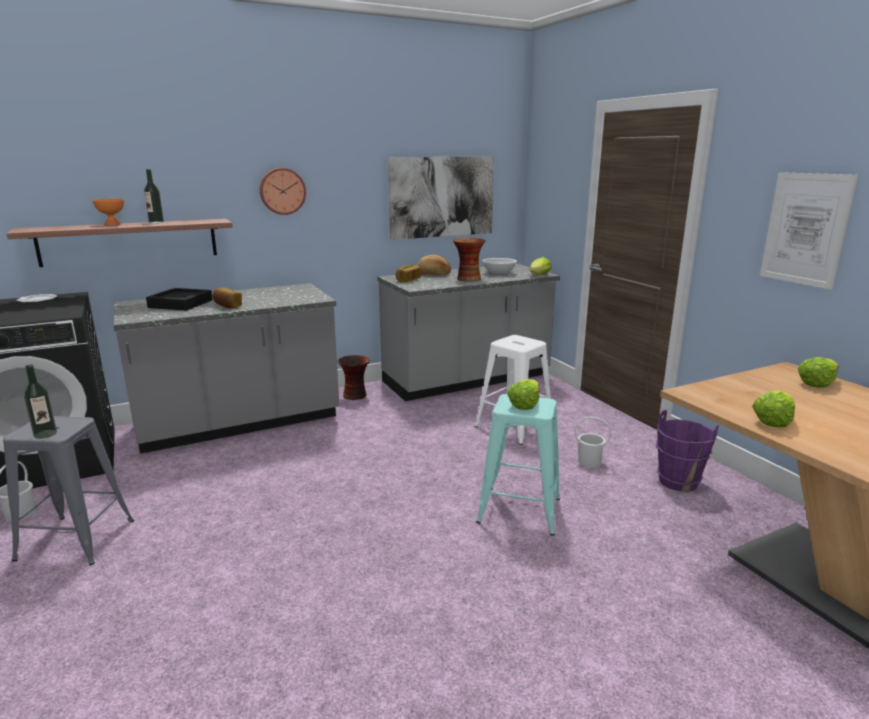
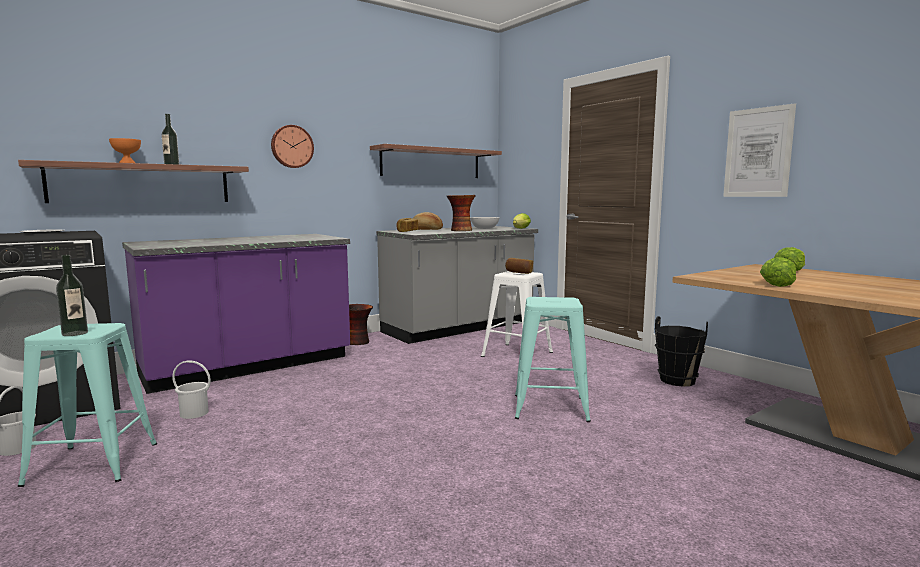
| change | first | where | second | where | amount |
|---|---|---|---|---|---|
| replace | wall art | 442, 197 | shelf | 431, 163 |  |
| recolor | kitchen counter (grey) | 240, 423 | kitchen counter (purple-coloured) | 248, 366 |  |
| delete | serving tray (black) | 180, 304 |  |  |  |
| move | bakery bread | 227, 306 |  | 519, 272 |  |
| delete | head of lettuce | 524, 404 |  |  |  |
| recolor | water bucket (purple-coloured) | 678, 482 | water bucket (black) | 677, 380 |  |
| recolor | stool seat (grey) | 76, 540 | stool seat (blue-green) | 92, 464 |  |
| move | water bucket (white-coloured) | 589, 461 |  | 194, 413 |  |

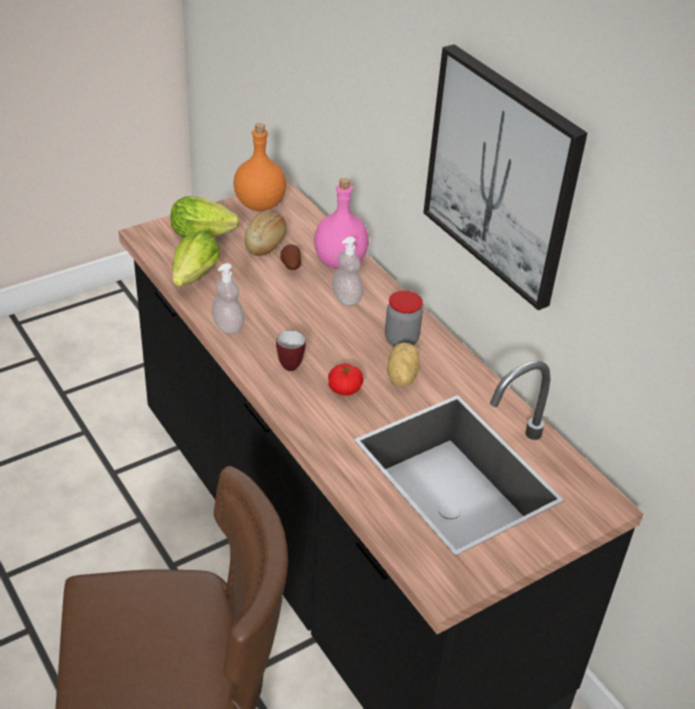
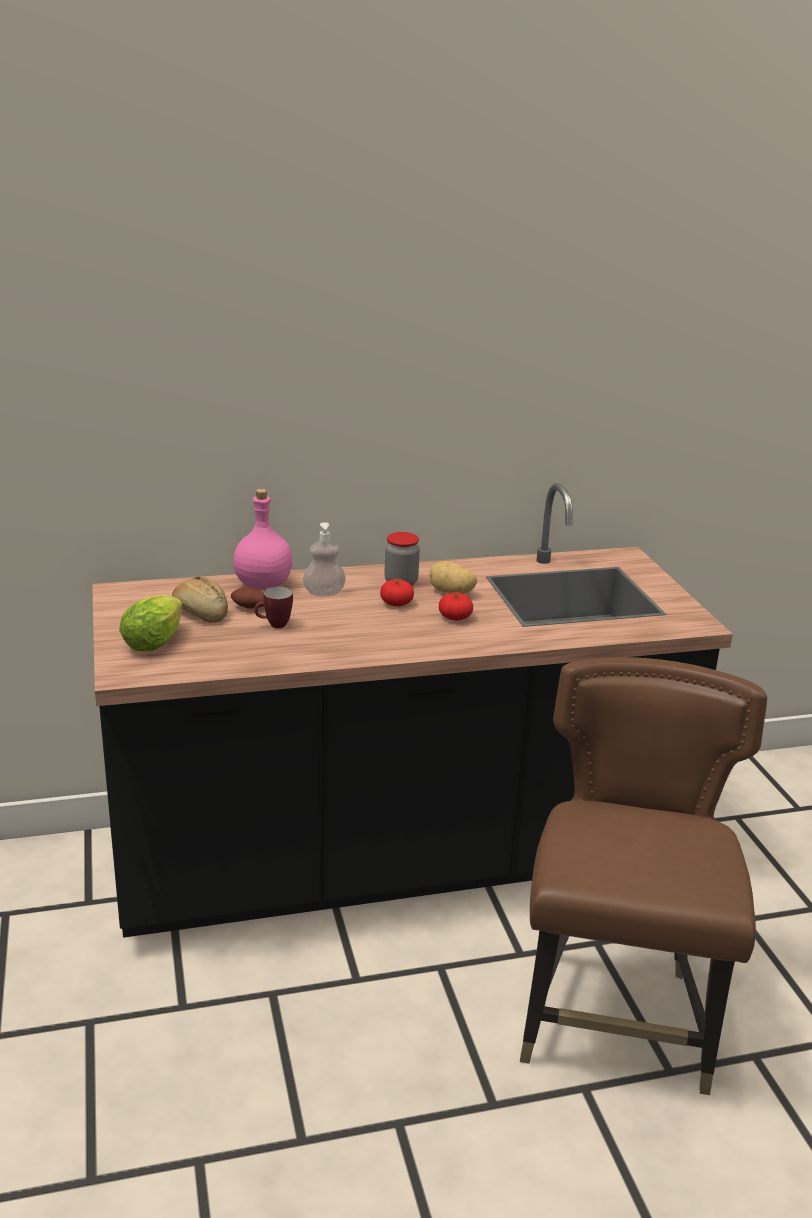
| change | first | where | second | where | amount |
|---|---|---|---|---|---|
| delete | wall art | 502, 175 |  |  |  |
| delete | beverage bottle (orange) | 260, 204 |  |  |  |
| delete | head of lettuce | 193, 279 |  |  |  |
| delete | soap dispenser | 228, 326 |  |  |  |
| move | tea mug | 287, 364 |  | 274, 625 |  |
| insert |  |  | fresh tomato | 396, 603 |  |

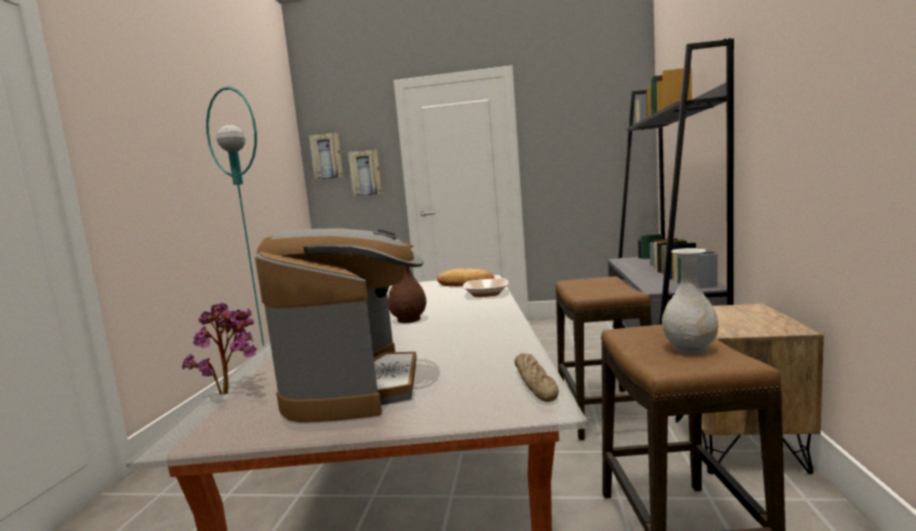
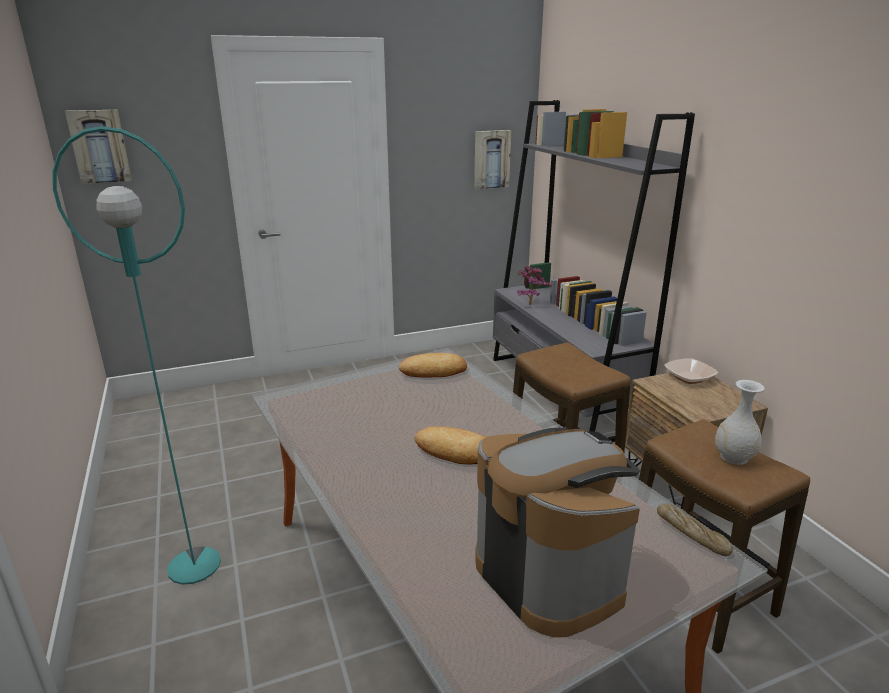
| change | first | where | second | where | amount |
|---|---|---|---|---|---|
| move | wall art | 366, 173 |  | 491, 159 |  |
| replace | decorative vase (brown-coloured) | 409, 319 | bakery bread | 456, 451 |  |
| move | deep dish | 486, 294 |  | 689, 377 |  |
| move | plant in a pot | 231, 391 |  | 530, 304 |  |

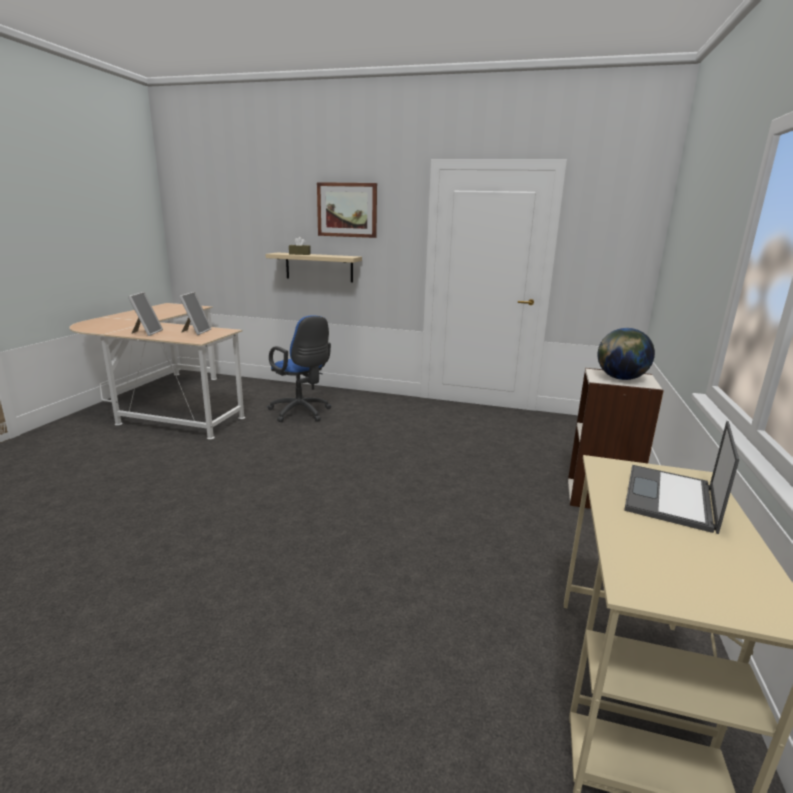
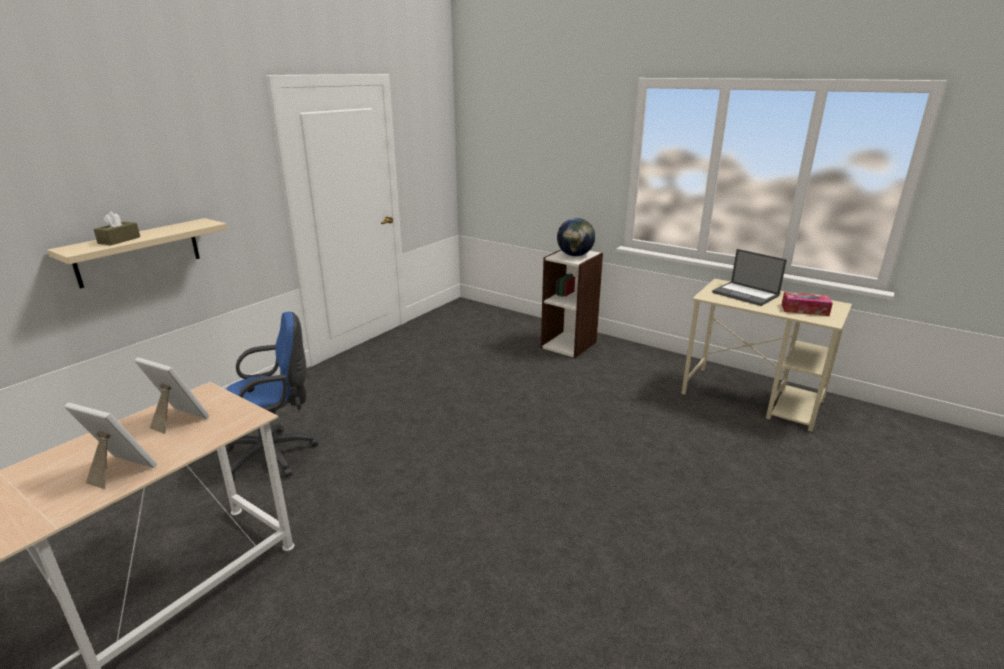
| change | first | where | second | where | amount |
|---|---|---|---|---|---|
| delete | wall art | 347, 210 |  |  |  |
| insert |  |  | box of tissues | 804, 310 |  |

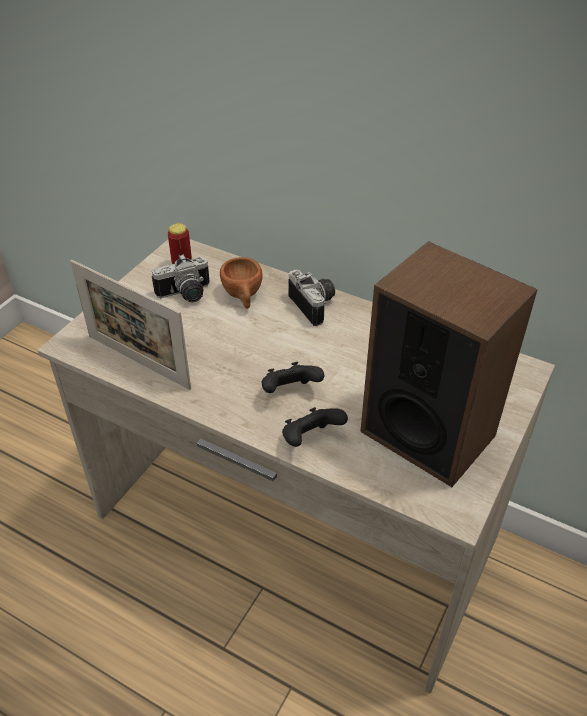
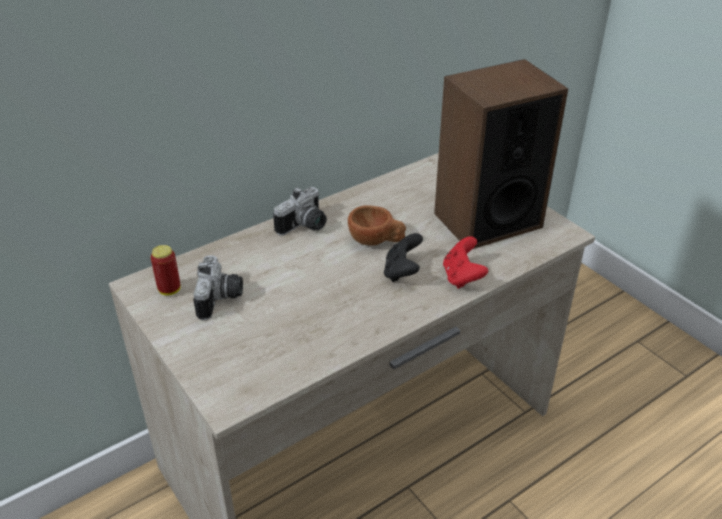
| change | first | where | second | where | amount |
|---|---|---|---|---|---|
| move | cup (brown-coloured) | 243, 296 |  | 376, 241 |  |
| delete | photo frame | 138, 362 |  |  |  |
| rotate | still camera | 315, 305 |  | 305, 226 | 135 degrees clockwise |
| recolor | joypad (black) | 310, 439 | joypad (reddish) | 462, 277 |  |

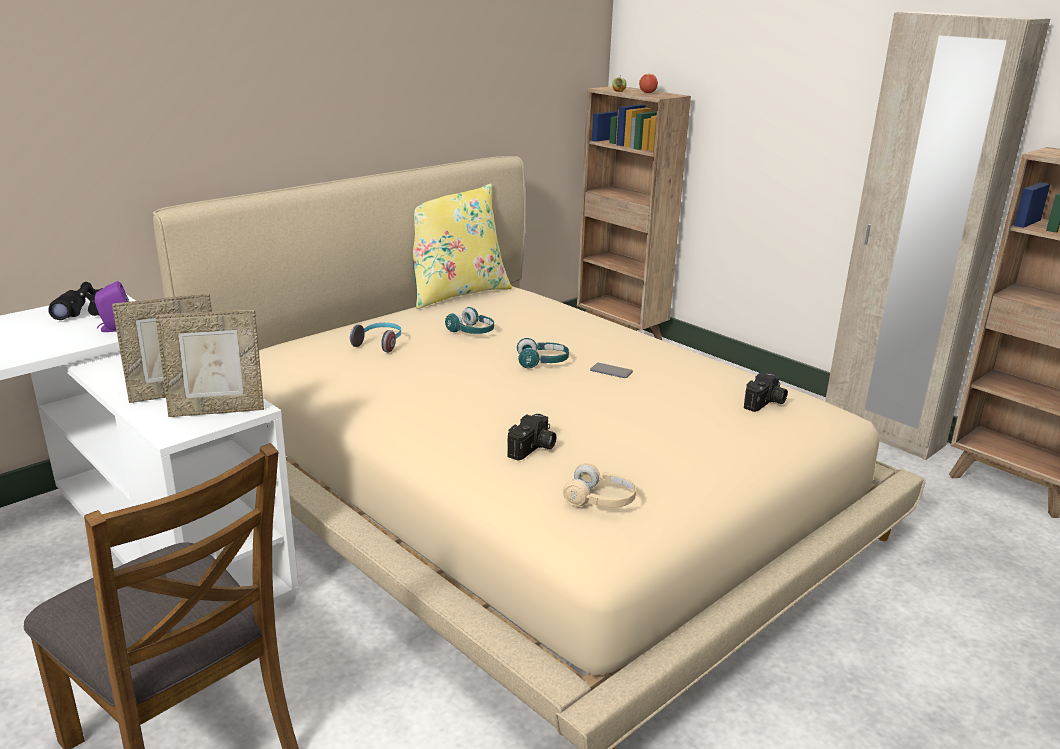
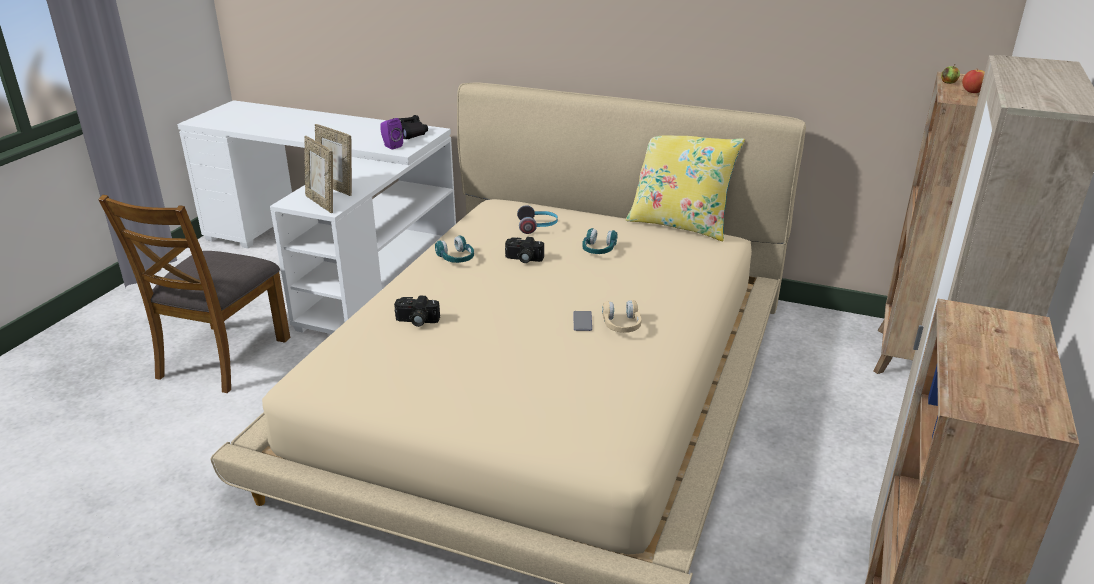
| change | first | where | second | where | amount |
|---|---|---|---|---|---|
| move | headset (blue-green) | 542, 362 |  | 456, 258 |  |
| move | still camera | 765, 403 |  | 523, 259 |  |
| move | headset (beige) | 600, 500 |  | 621, 325 |  |

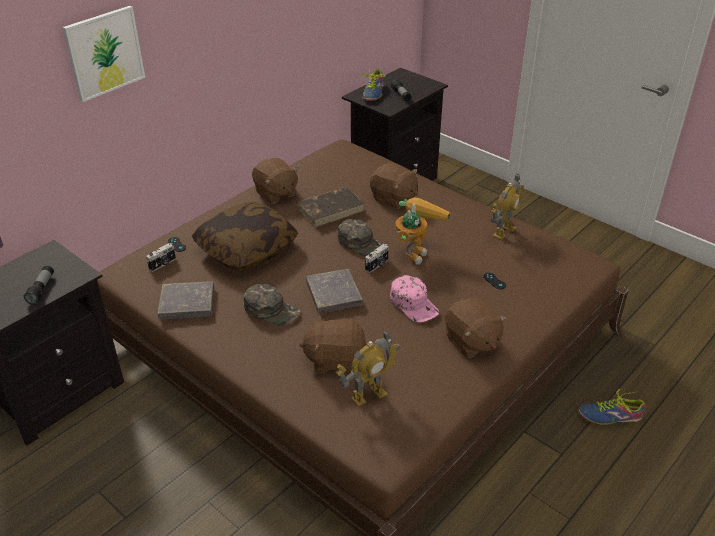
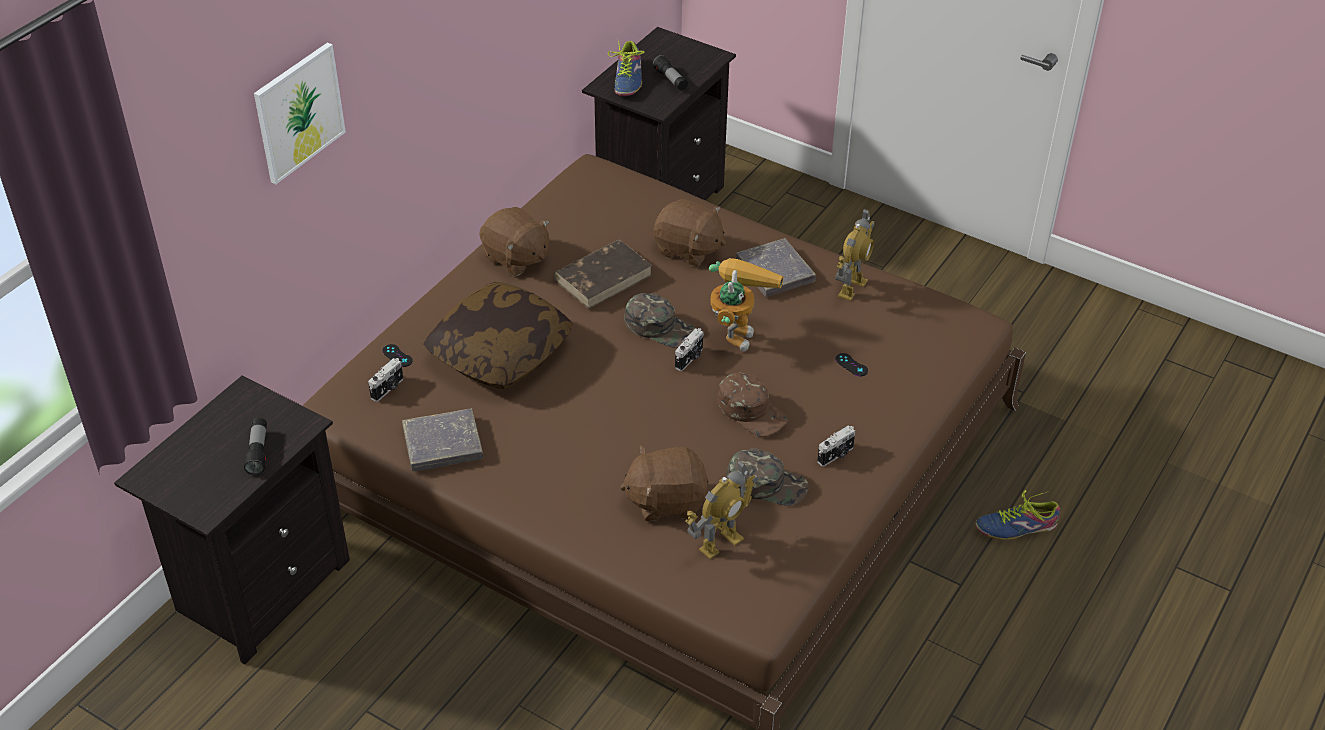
| change | first | where | second | where | amount |
|---|---|---|---|---|---|
| move | volume (grey) | 334, 294 |  | 775, 272 |  |
| recolor | cap (pink) | 414, 304 | cap (brown-coloured) | 751, 411 |  |
| move | cap (greenish) | 272, 310 |  | 767, 483 |  |
| replace | soft toy (brown-coloured) | 471, 342 | still camera | 836, 455 |  |

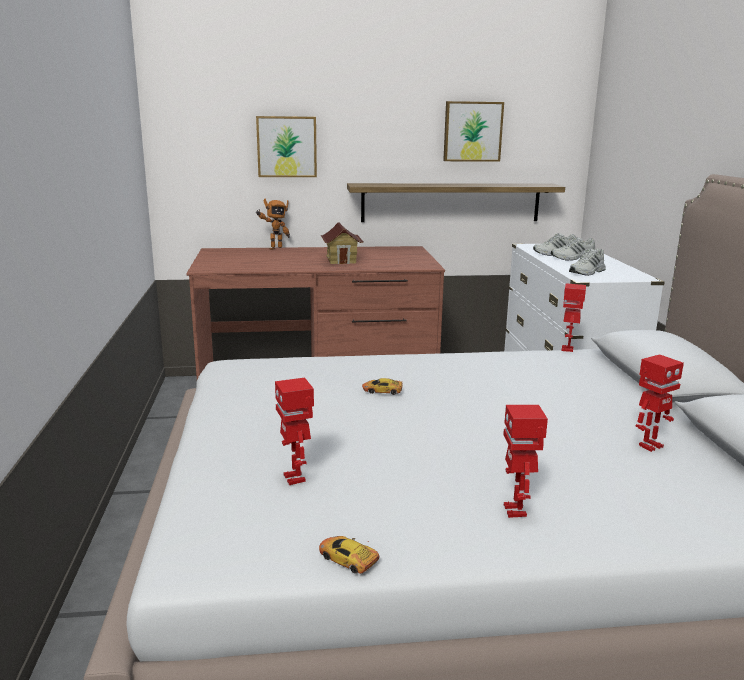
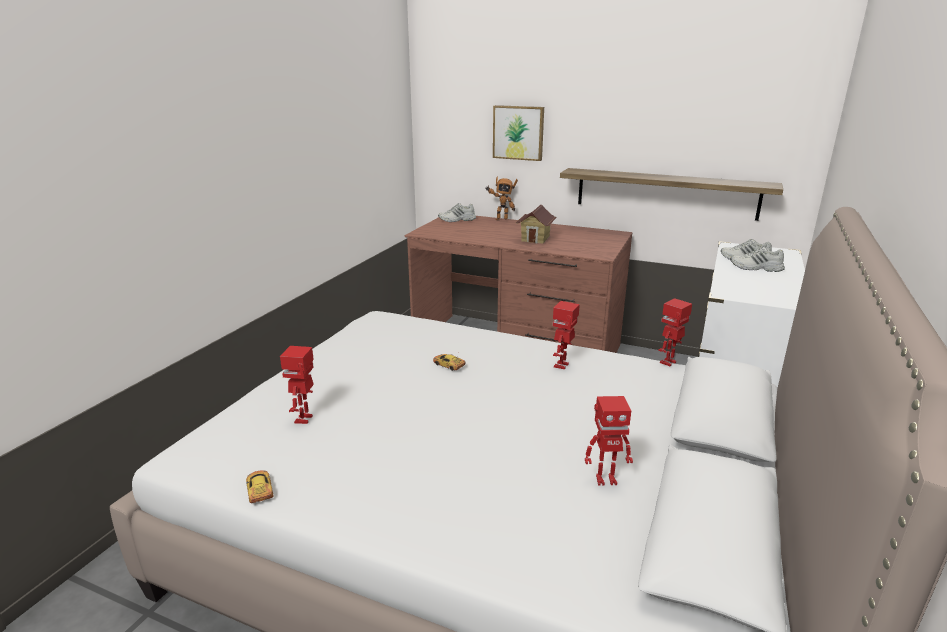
| change | first | where | second | where | amount |
|---|---|---|---|---|---|
| delete | wall art | 472, 131 |  |  |  |
| move | item of footwear (white-coloured) | 587, 272 |  | 457, 220 |  |
| move | robot figure | 516, 511 |  | 562, 365 |  |

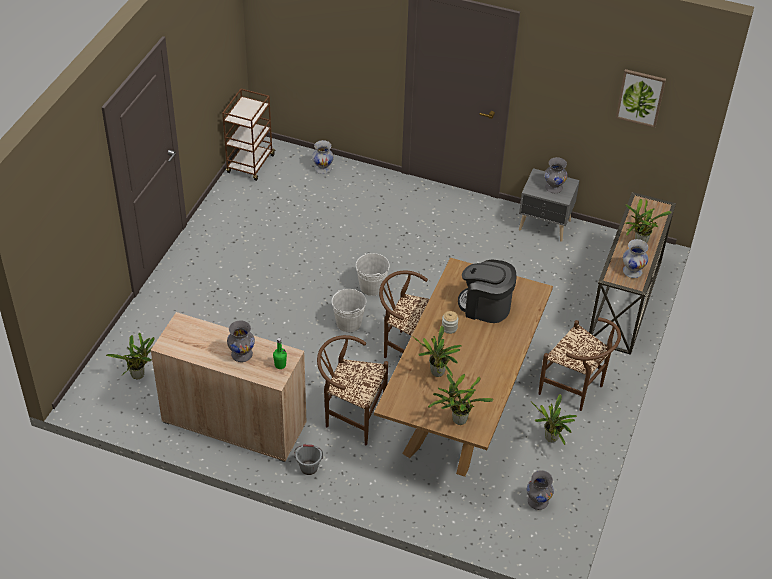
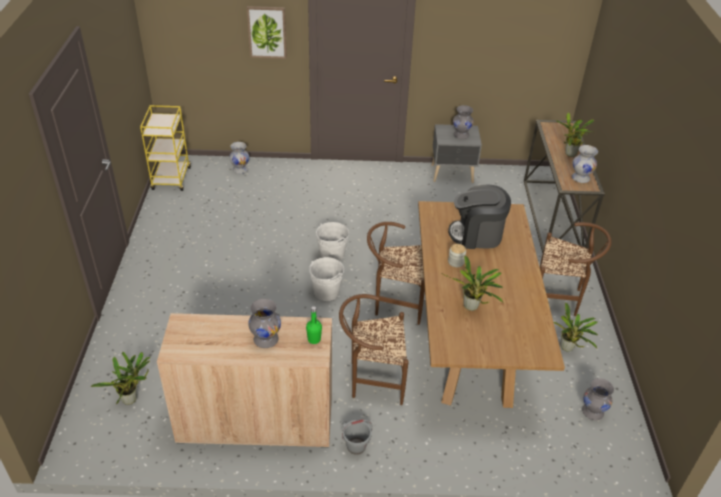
| change | first | where | second | where | amount |
|---|---|---|---|---|---|
| move | wall art | 640, 97 |  | 267, 32 |  |
| recolor | trolley (brown-coloured) | 250, 165 | trolley (yellowish) | 171, 179 |  |
| delete | plant in a pot | 457, 420 |  |  |  |

